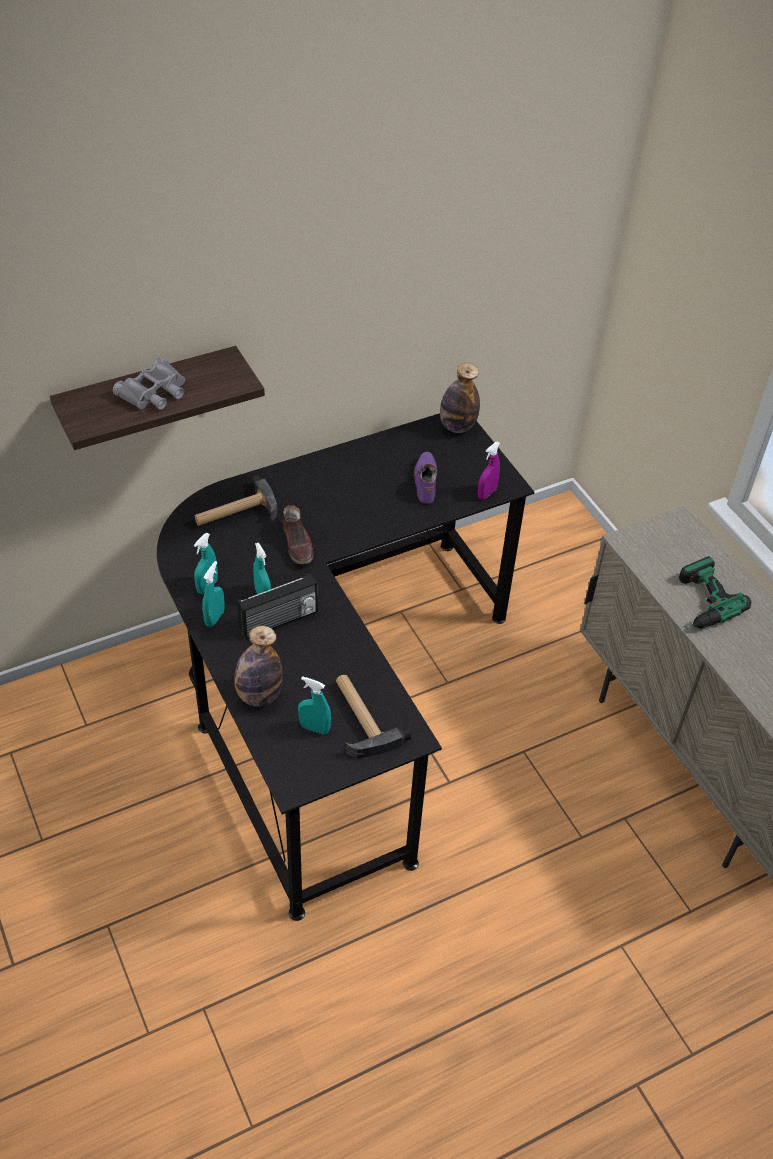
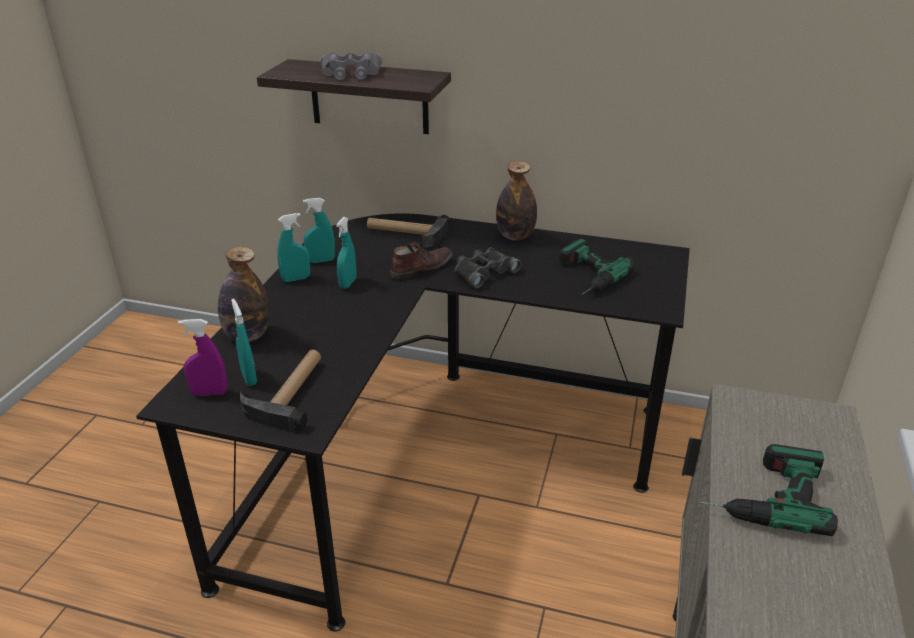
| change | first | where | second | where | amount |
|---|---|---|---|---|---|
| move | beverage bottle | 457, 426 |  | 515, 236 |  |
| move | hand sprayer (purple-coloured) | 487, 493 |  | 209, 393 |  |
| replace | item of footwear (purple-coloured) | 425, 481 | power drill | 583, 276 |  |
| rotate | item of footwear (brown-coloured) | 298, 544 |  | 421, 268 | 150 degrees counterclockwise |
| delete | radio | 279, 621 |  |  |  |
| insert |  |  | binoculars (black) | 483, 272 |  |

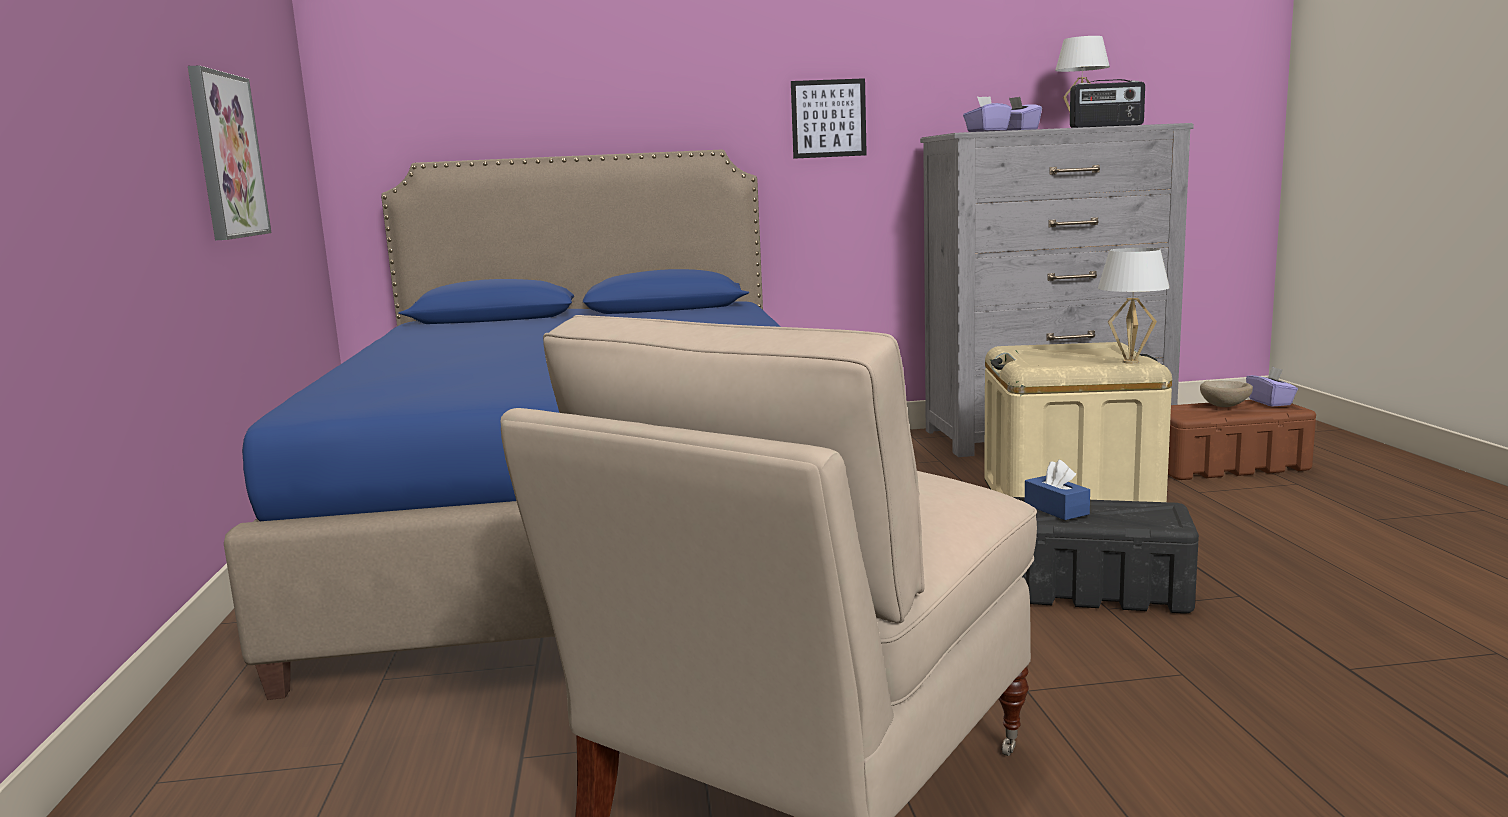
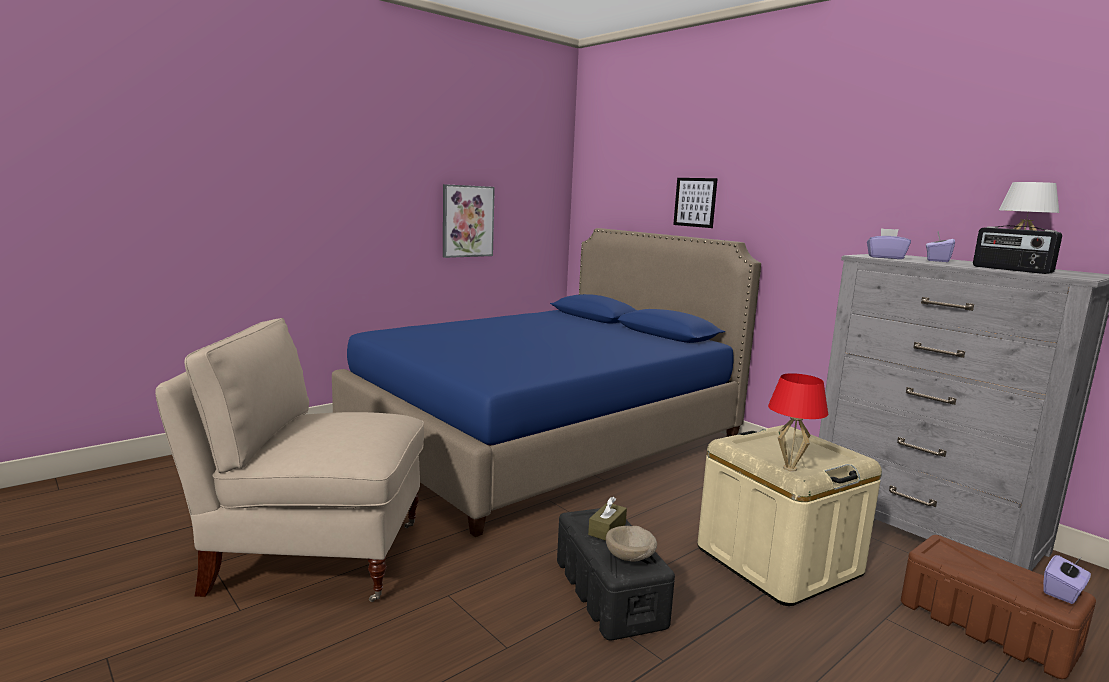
| change | first | where | second | where | amount |
|---|---|---|---|---|---|
| move | wall art | 828, 118 |  | 695, 202 |  |
| recolor | tabletop lamp (white-coloured) | 1131, 362 | tabletop lamp (reddish) | 790, 468 |  |
| move | deep dish (beige) | 1225, 406 |  | 631, 558 |  |
| recolor | box of tissues (blue-coloured) | 1056, 509 | box of tissues (brown-coloured) | 607, 529 |  |

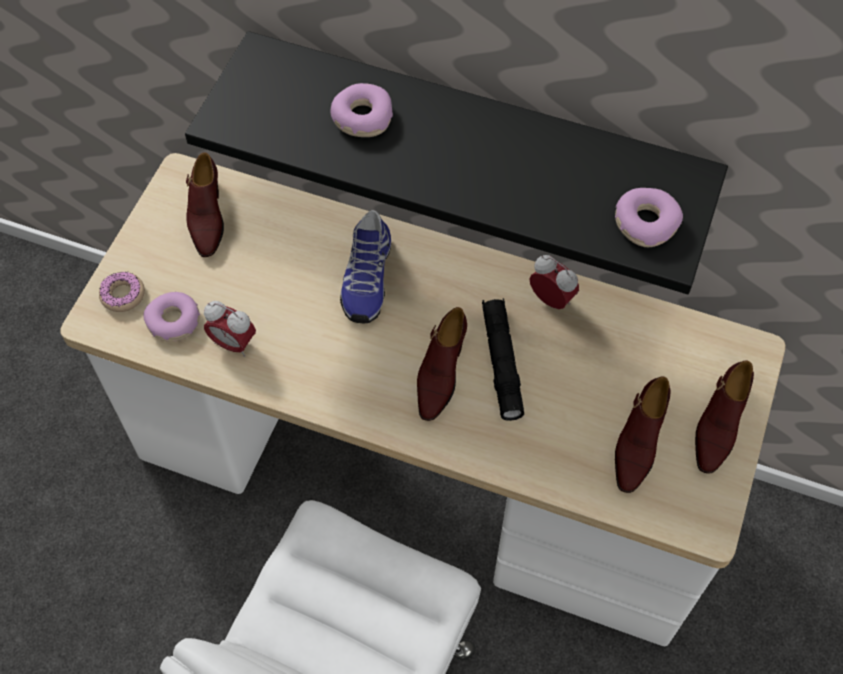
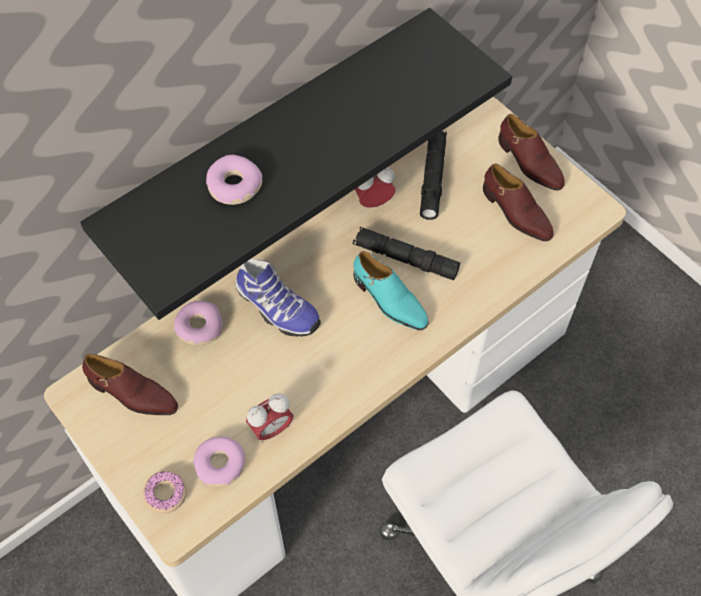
| change | first | where | second | where | amount |
|---|---|---|---|---|---|
| move | ring doughnut | 645, 223 |  | 199, 327 |  |
| recolor | item of footwear (brown-coloured) | 440, 373 | item of footwear (blue-green) | 389, 300 |  |
| insert |  |  | hand torch (black) | 432, 178 |  |

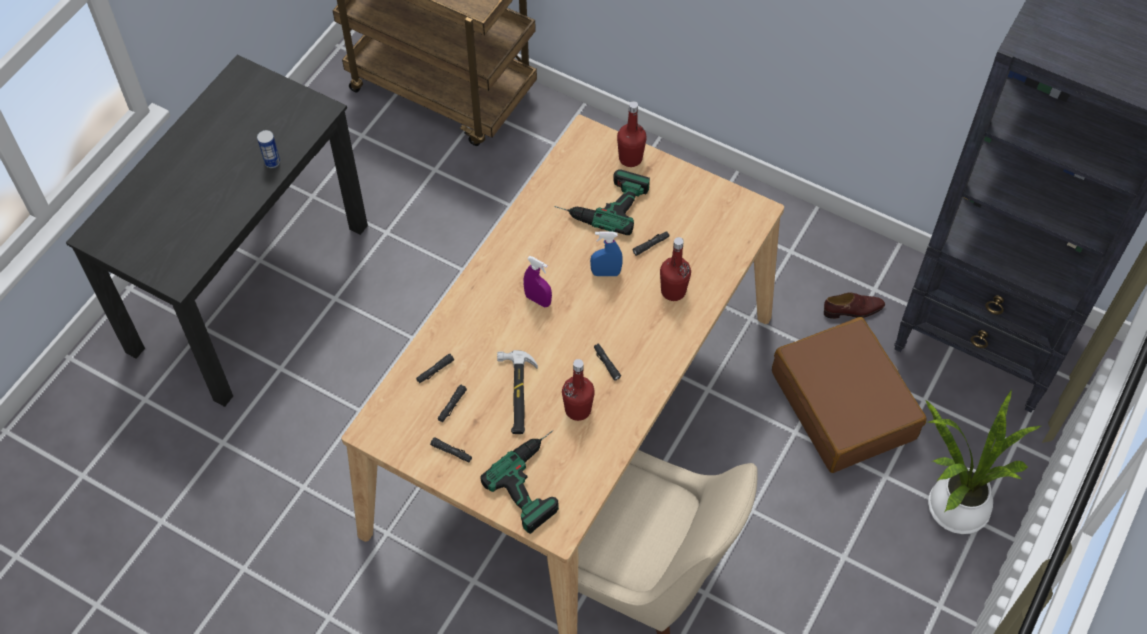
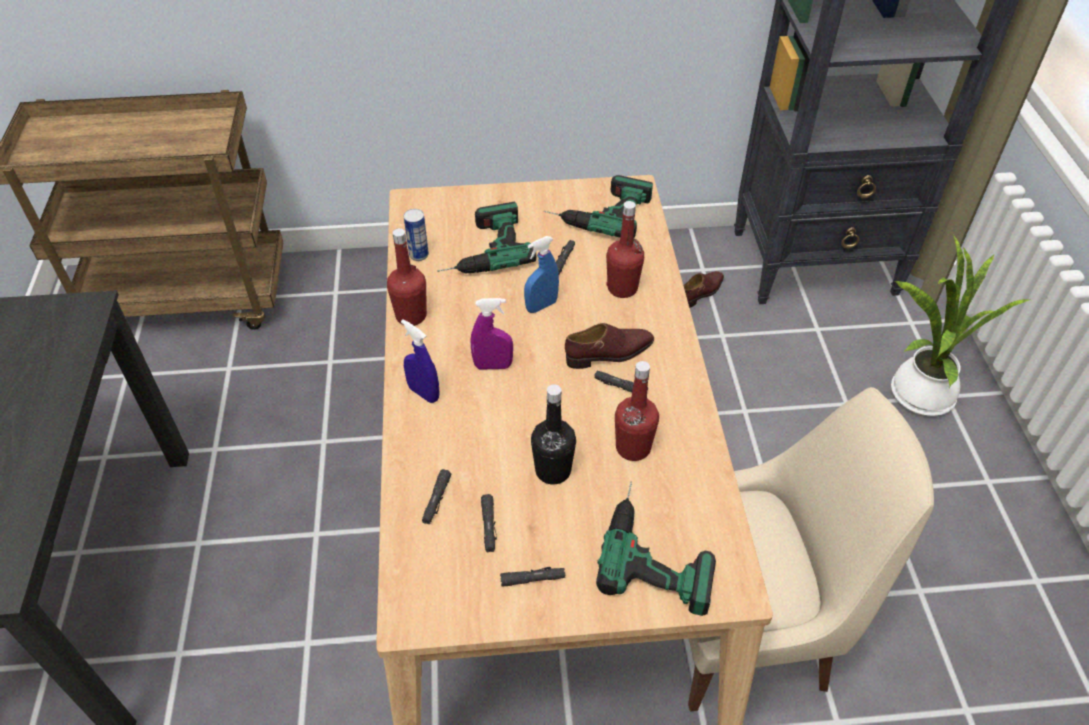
| change | first | where | second | where | amount |
|---|---|---|---|---|---|
| move | beverage bottle (reddish) | 630, 158 |  | 411, 316 |  |
| move | sealed can | 272, 162 |  | 419, 255 |  |
| delete | piece of luggage (brown-coloured) | 844, 405 |  |  |  |
| replace | tool hammer | 516, 394 | beverage bottle (black) | 553, 470 |  |
| insert |  |  | power drill | 597, 211 |  |
| insert |  |  | hand sprayer (blue-coloured) | 423, 393 |  |
| insert |  |  | item of footwear (brown-coloured) | 609, 353 |  |

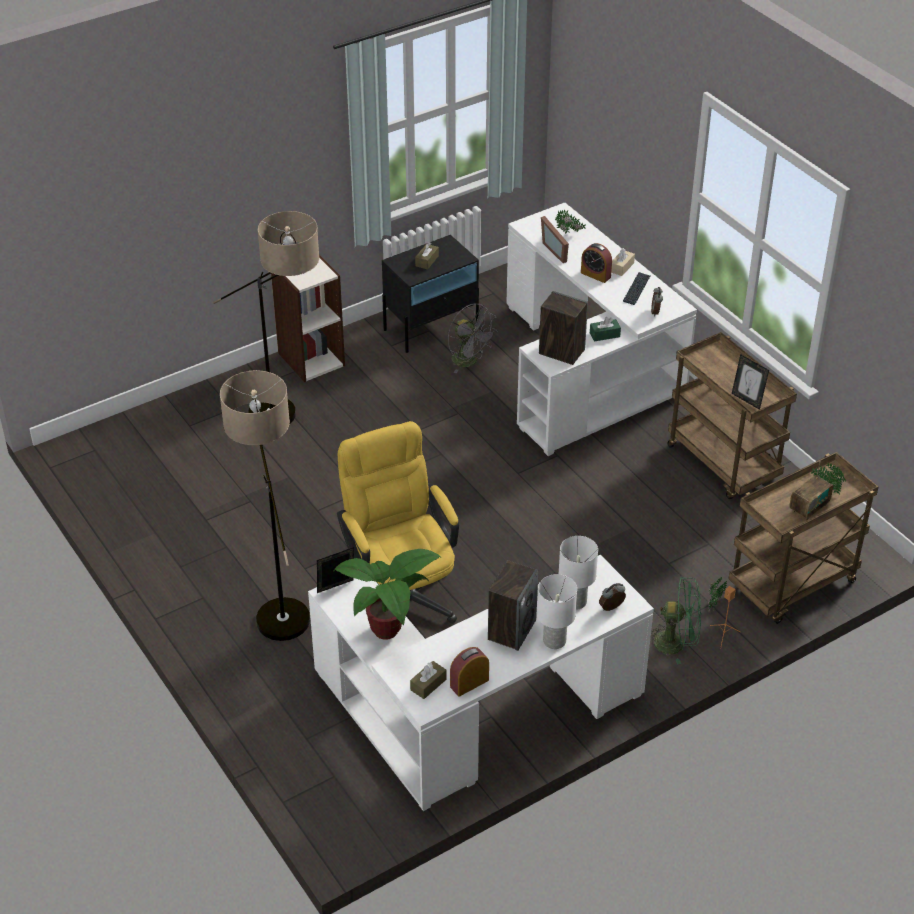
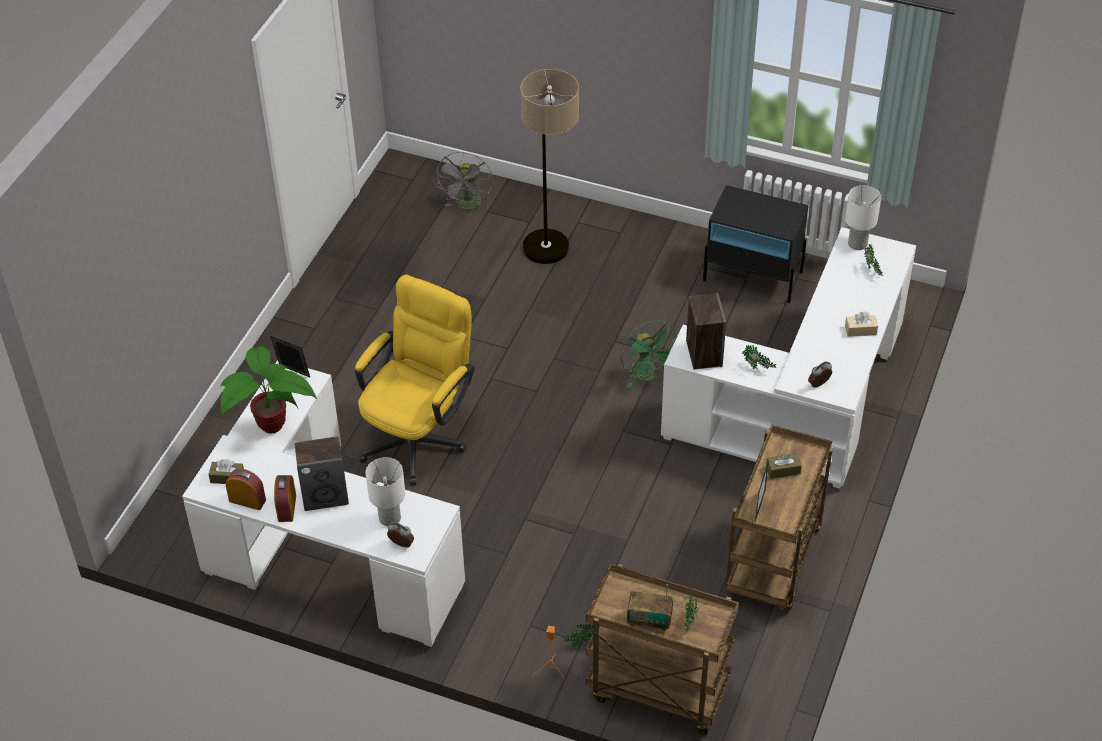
| change | first | where | second | where | amount |
|---|---|---|---|---|---|
| delete | photo frame | 557, 250 |  |  |  |
| move | box of tissues (brown-coloured) | 427, 261 |  | 783, 470 |  |
| move | table clock | 595, 275 |  | 287, 508 |  |
| delete | shelving unit | 311, 359 |  |  |  |
| delete | computer keyboard | 636, 289 |  |  |  |
| move | electric fan (grey) | 469, 361 |  | 468, 206 |  |
| replace | box of tissues (greenish) | 604, 335 | plant in a pot | 757, 369 |  |
| delete | standing lamp | 278, 605 |  |  |  |
| move | tabletop lamp (white-coloured) | 554, 640 |  | 858, 243 |  |
| move | electric fan (greenish) | 676, 643 |  | 648, 376 |  |

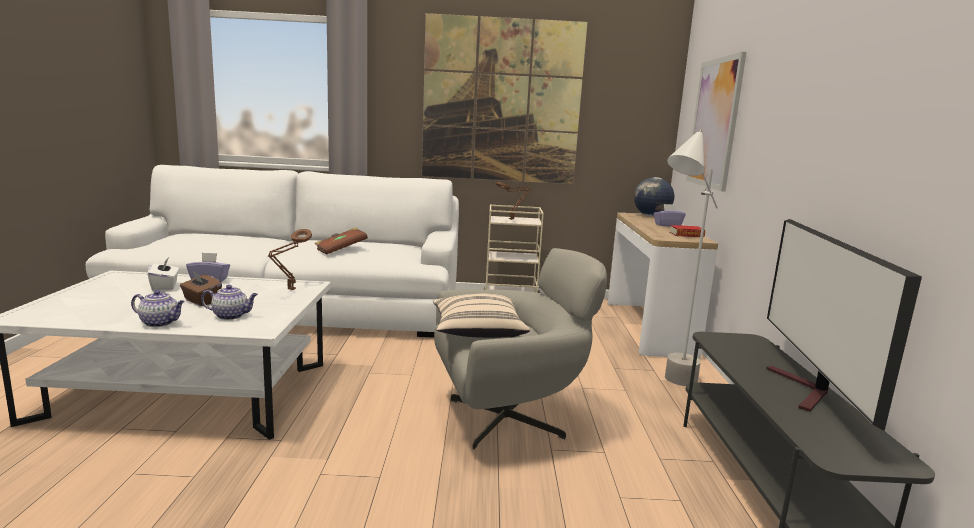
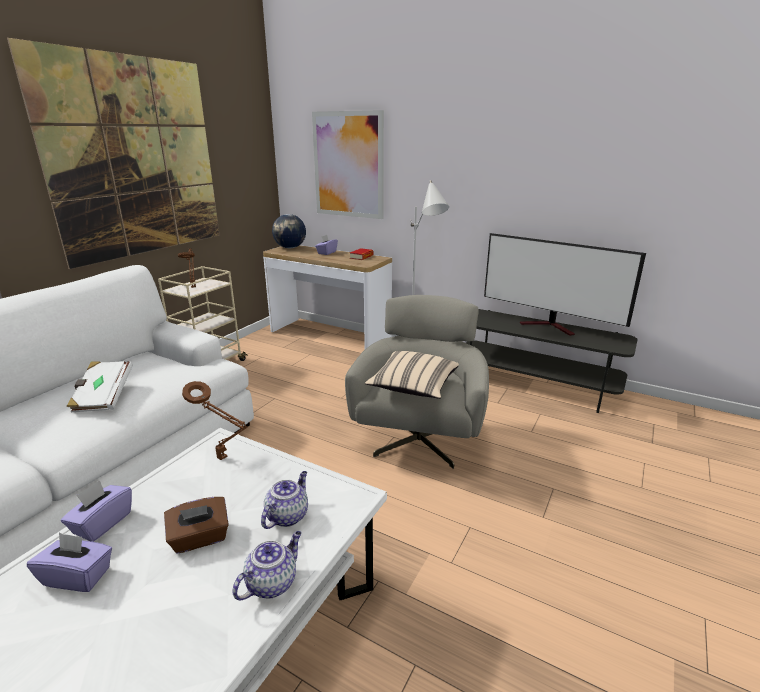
| change | first | where | second | where | amount |
|---|---|---|---|---|---|
| recolor | volume (brown-coloured) | 341, 250 | volume (white-coloured) | 103, 397 |  |
| recolor | box of tissues (white-coloured) | 165, 286 | box of tissues (purple-coloured) | 78, 576 |  |

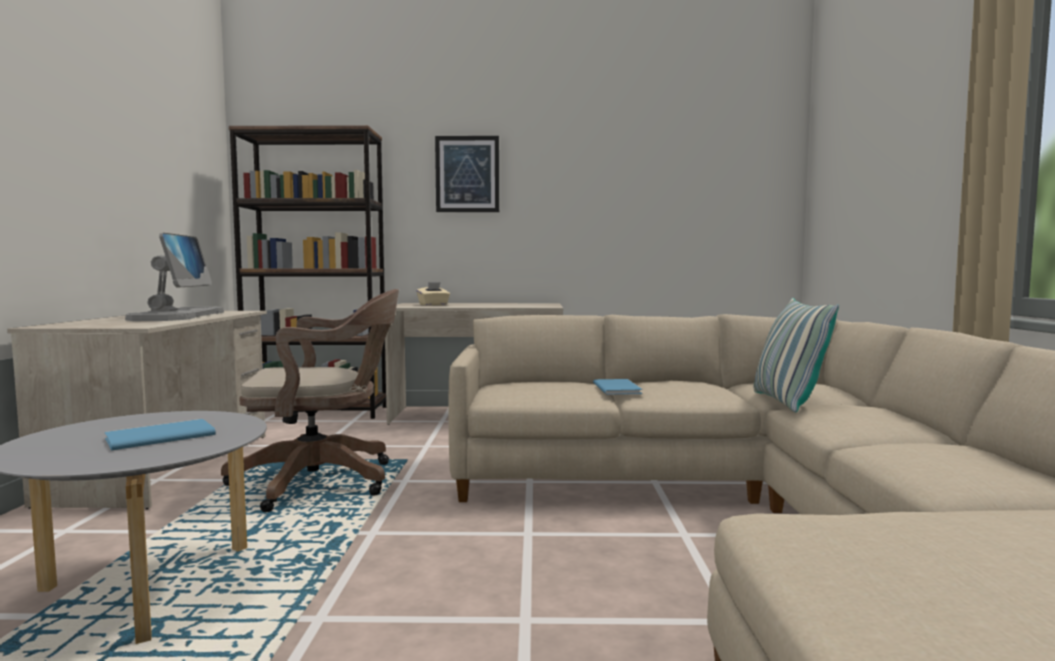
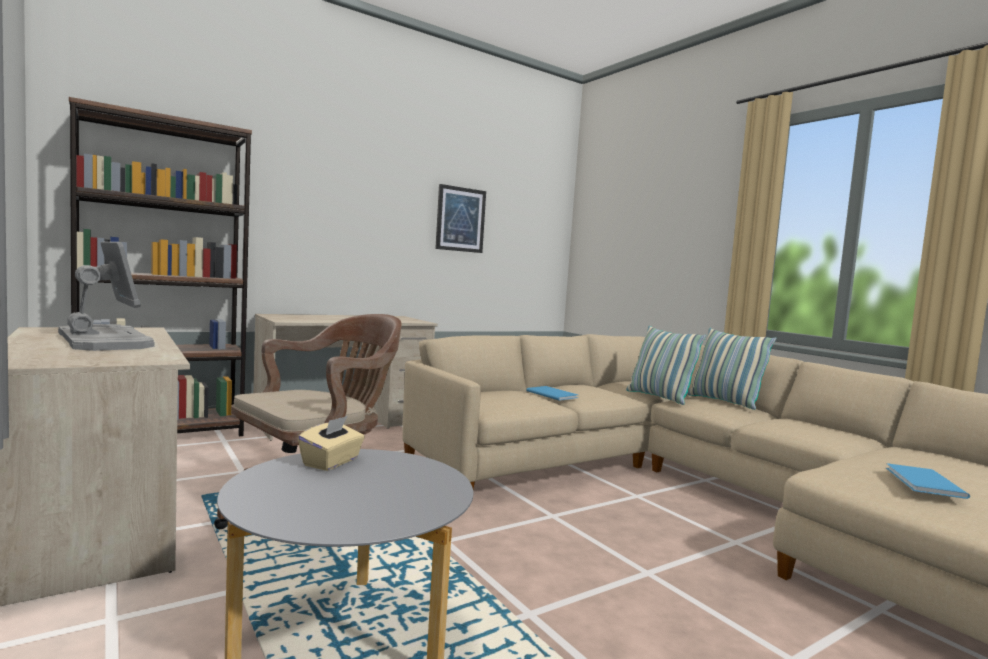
| change | first | where | second | where | amount |
|---|---|---|---|---|---|
| move | wall art | 467, 174 |  | 460, 219 |  |
| move | box of tissues (beige) | 433, 305 |  | 331, 462 |  |
| move | volume (blue-coloured) | 157, 436 |  | 922, 482 |  |
| insert |  |  | throw pillow | 724, 402 |  |

